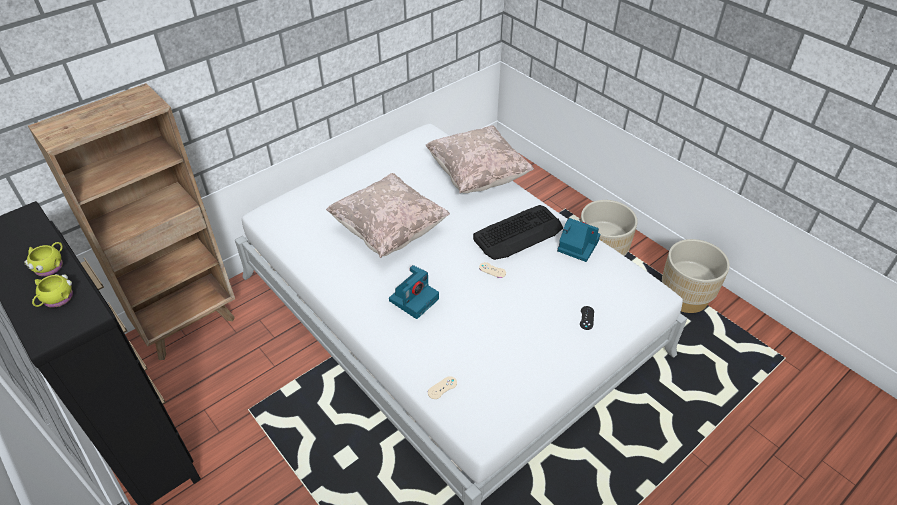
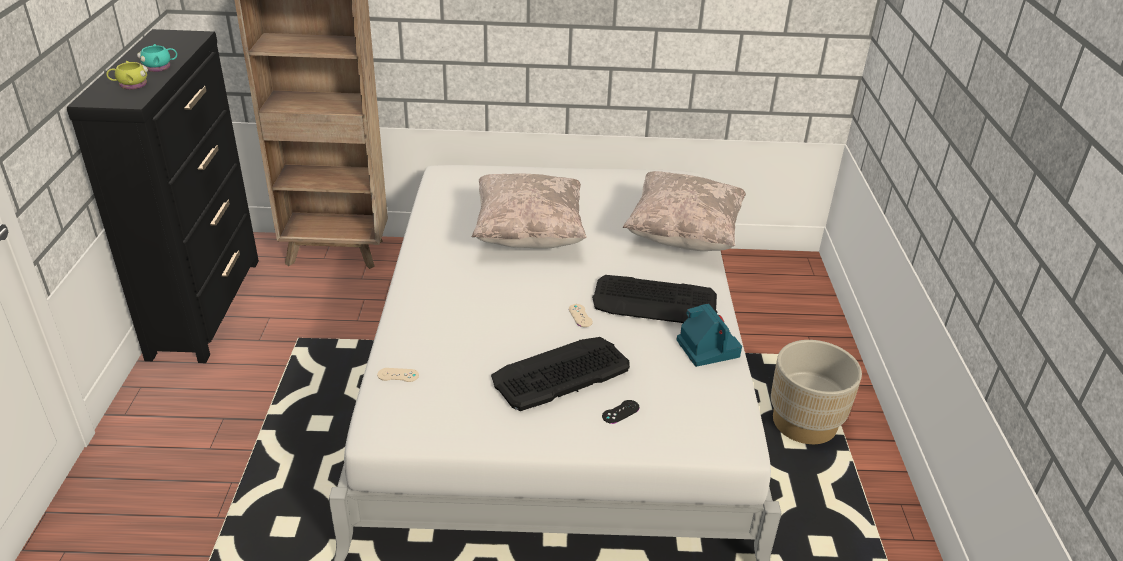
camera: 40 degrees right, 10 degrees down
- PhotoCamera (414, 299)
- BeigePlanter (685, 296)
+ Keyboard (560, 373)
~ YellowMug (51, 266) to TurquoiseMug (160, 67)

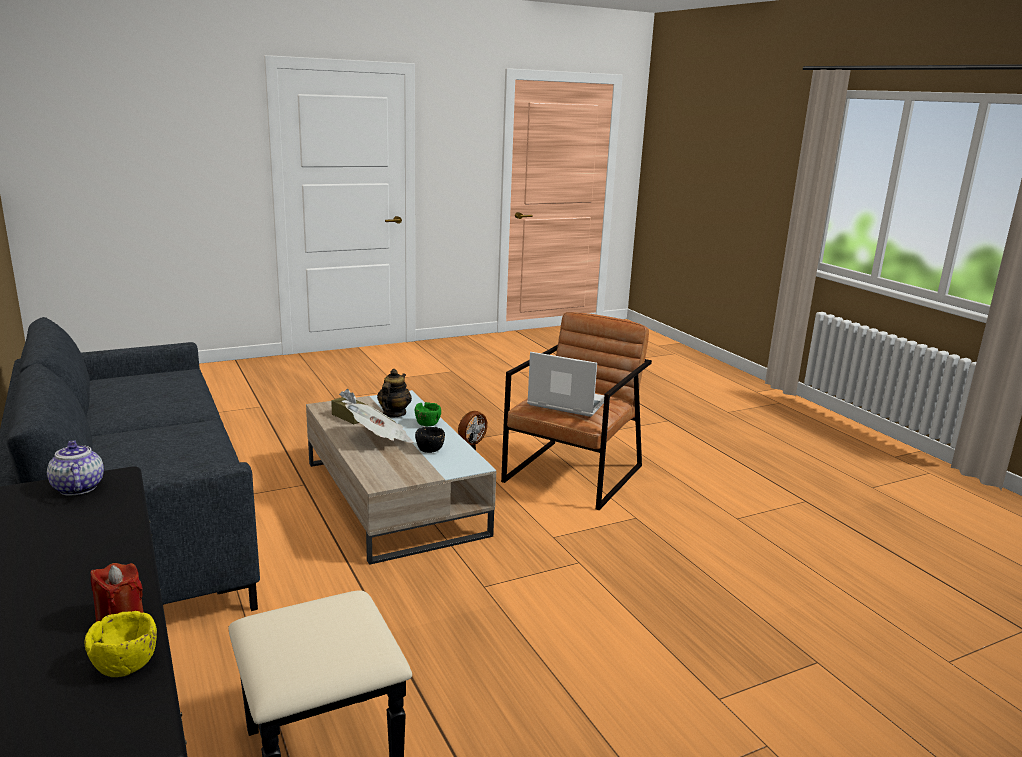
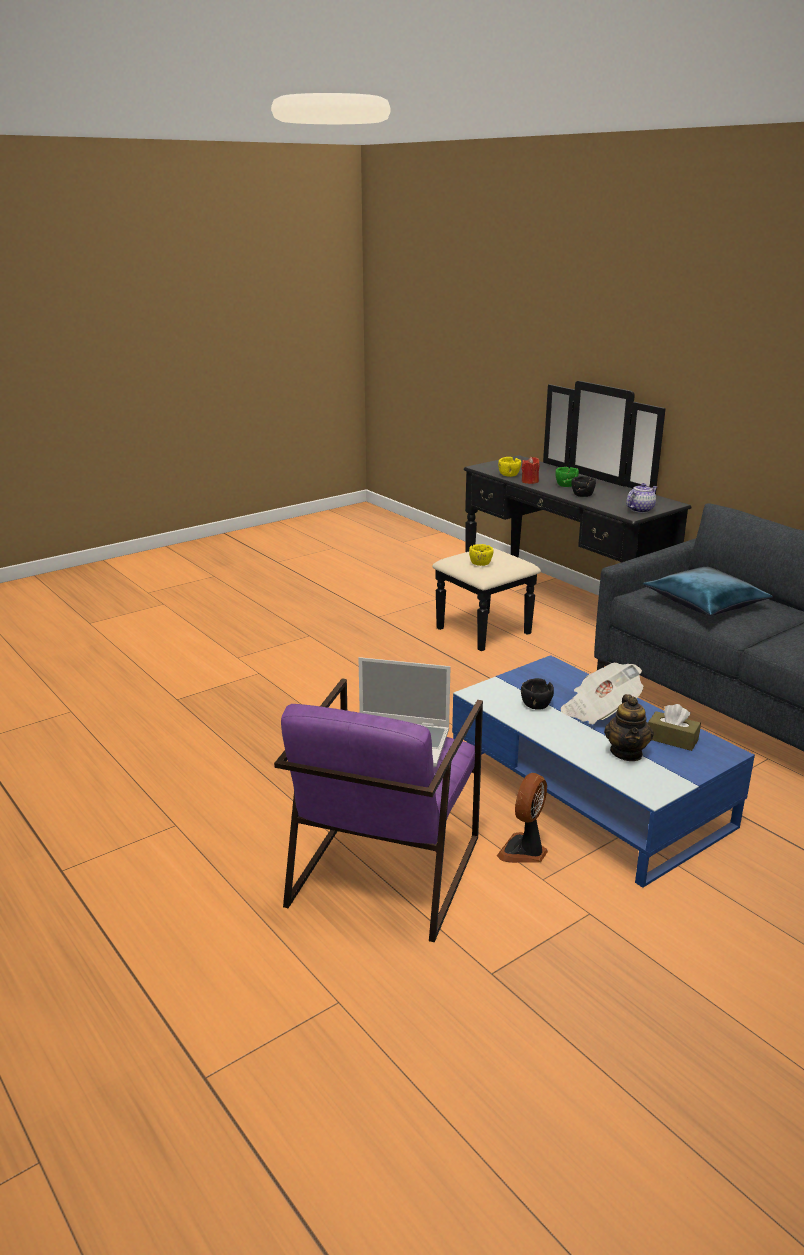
camera: 170 degrees right, 5 degrees up
+ YellowBowl (480, 564)
+ BlackBowl (582, 495)
+ BluePillow (706, 604)
~ GreenBowl (427, 424) to (566, 485)
~ BeigeCoffeeTable (394, 497) to BlueCoffeeTable (588, 792)
~ BrownArmchair (574, 473) to PurpleArmchair (384, 870)
~ Teapot (77, 487) = (640, 510) 90 degrees counterclockwise

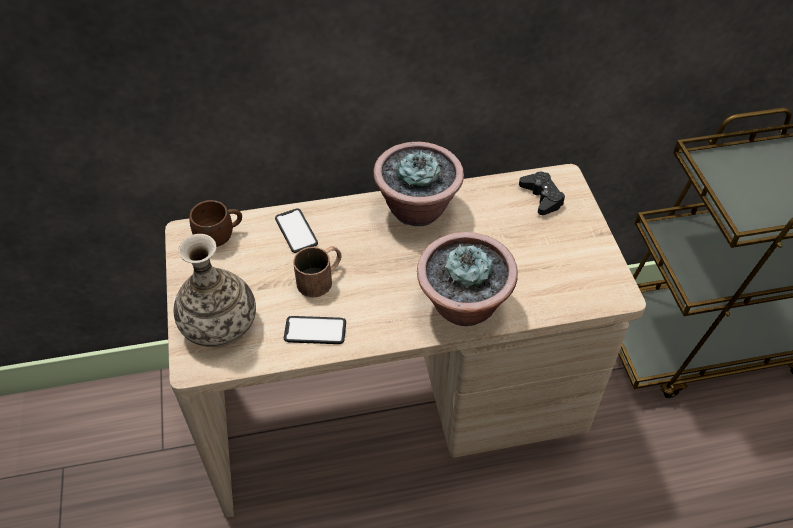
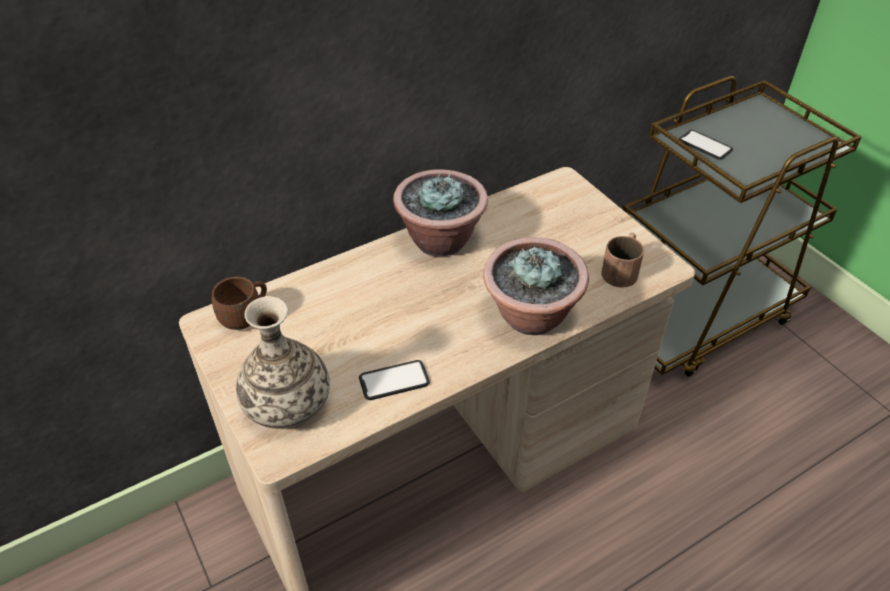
camera: 20 degrees left, 5 degrees down
- BlackGameController (542, 197)
~ Phone (296, 231) to (705, 145)
~ BrownMug (321, 278) to (622, 268)

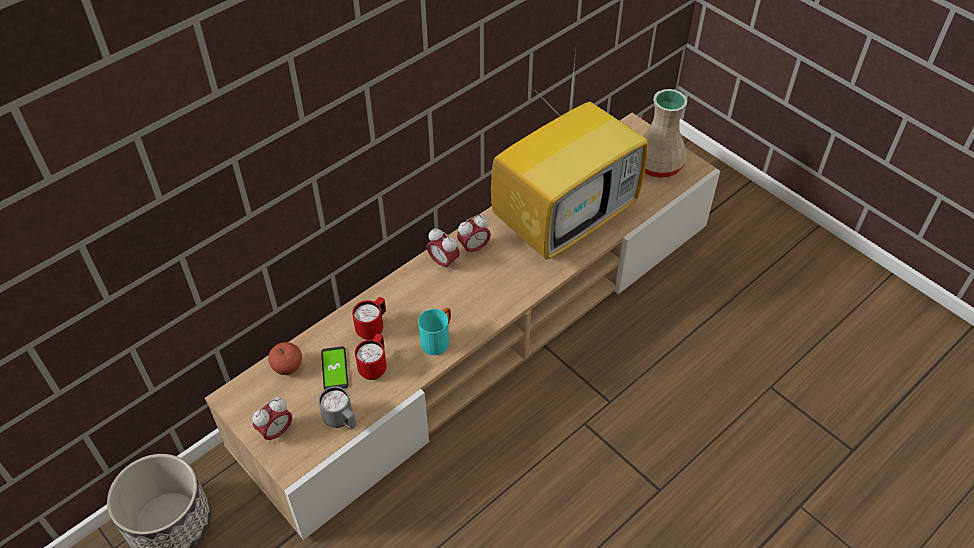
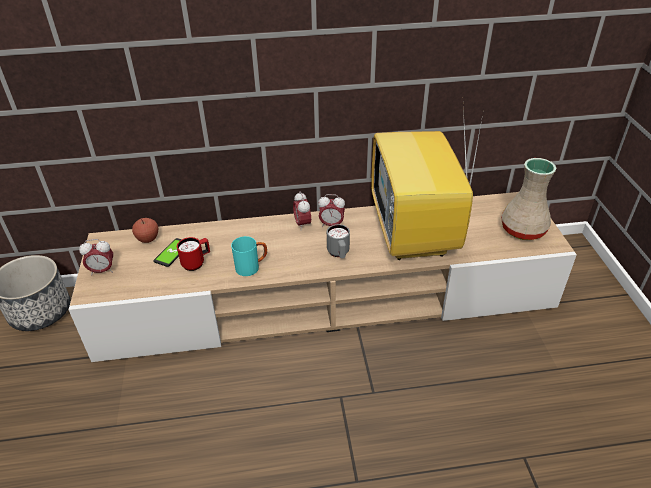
camera: 35 degrees right, 10 degrees down
- RedMug (372, 327)
~ GreyMug (341, 421) to (339, 254)
~ Television (565, 218) = (415, 234) 90 degrees clockwise

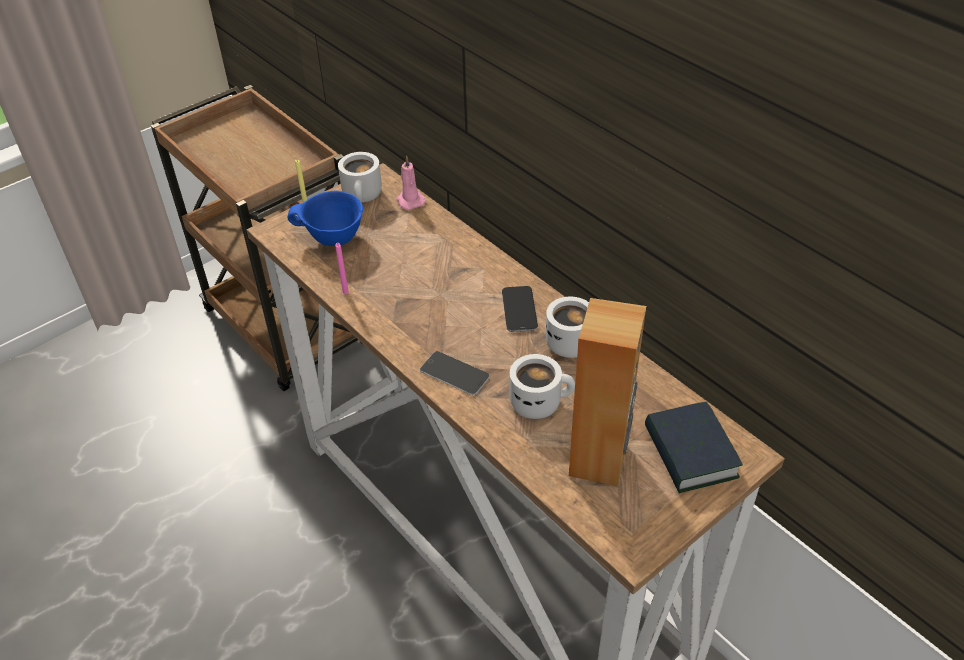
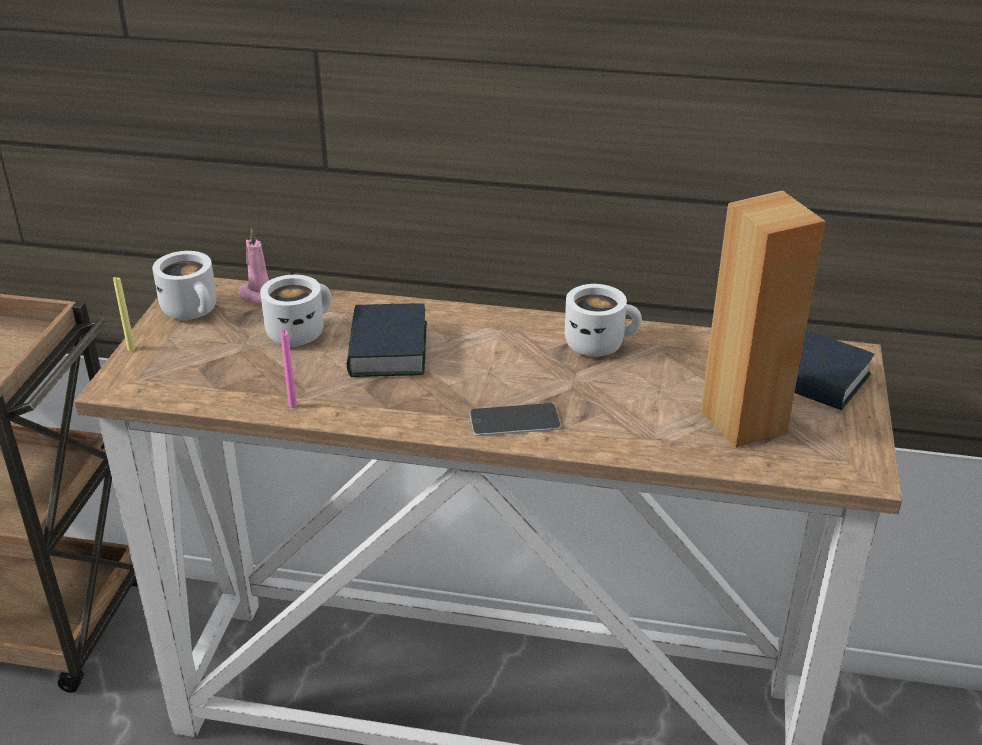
camera: 40 degrees left, 10 degrees down
- BlueBowl (333, 239)
- Phone (519, 310)
+ Book (387, 350)
~ WhiteMug (539, 401) to (298, 331)

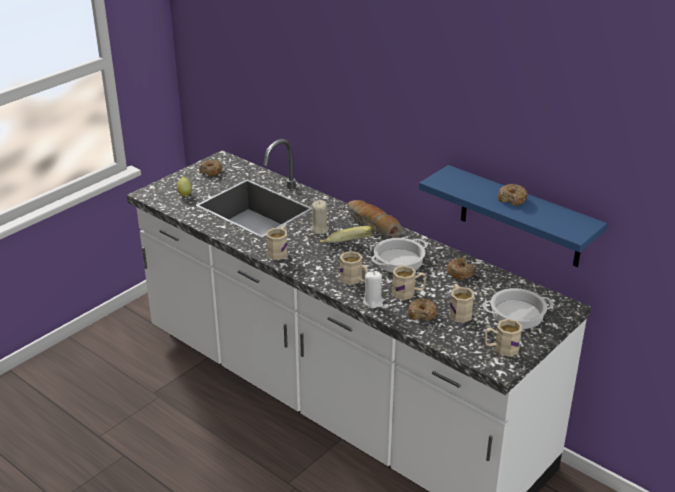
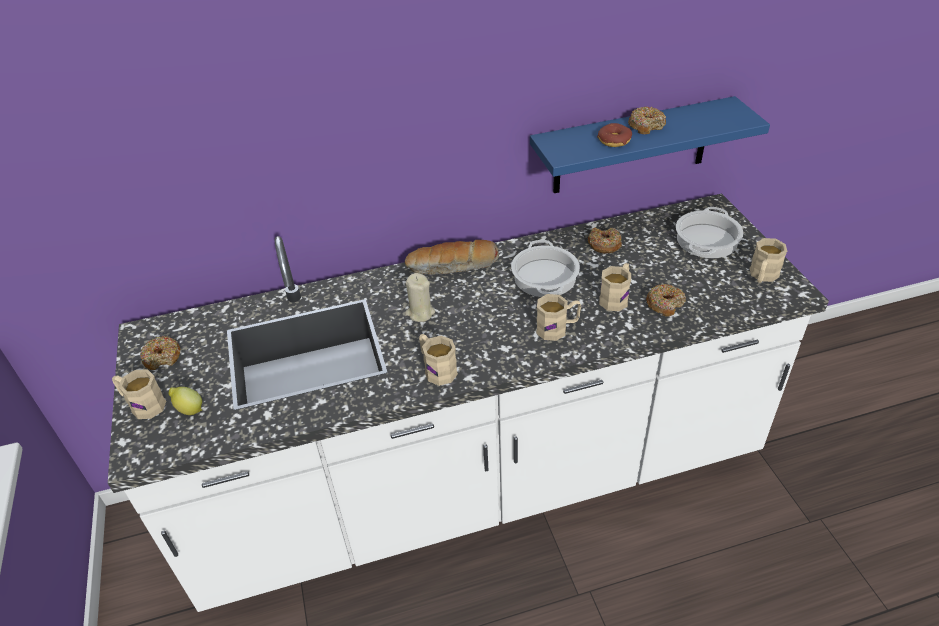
camera: 55 degrees left, 10 degrees up
- Banana (346, 247)
- WhiteCandle (373, 302)
+ Donut (614, 140)
~ BeigeMug (459, 312) to (143, 404)

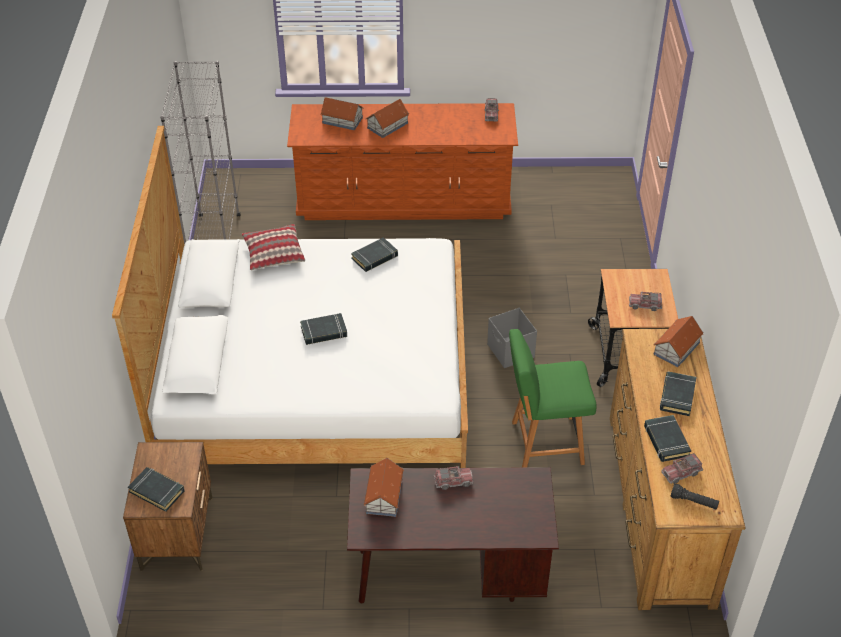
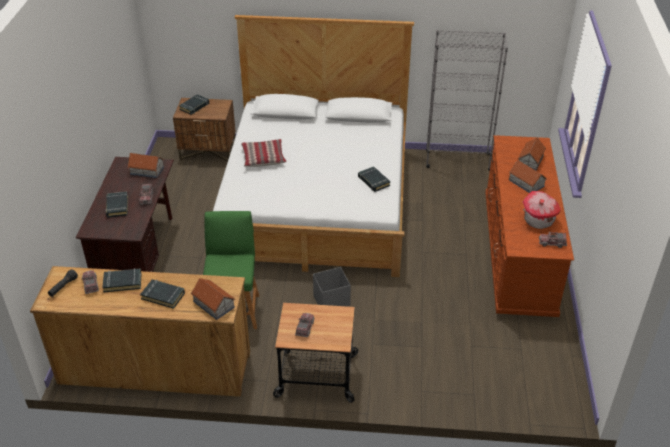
camera: 95 degrees right, 5 degrees down
+ ToyHouse (538, 220)
~ Pillow (273, 254) to (263, 158)
~ BlackBook (324, 332) to (117, 206)

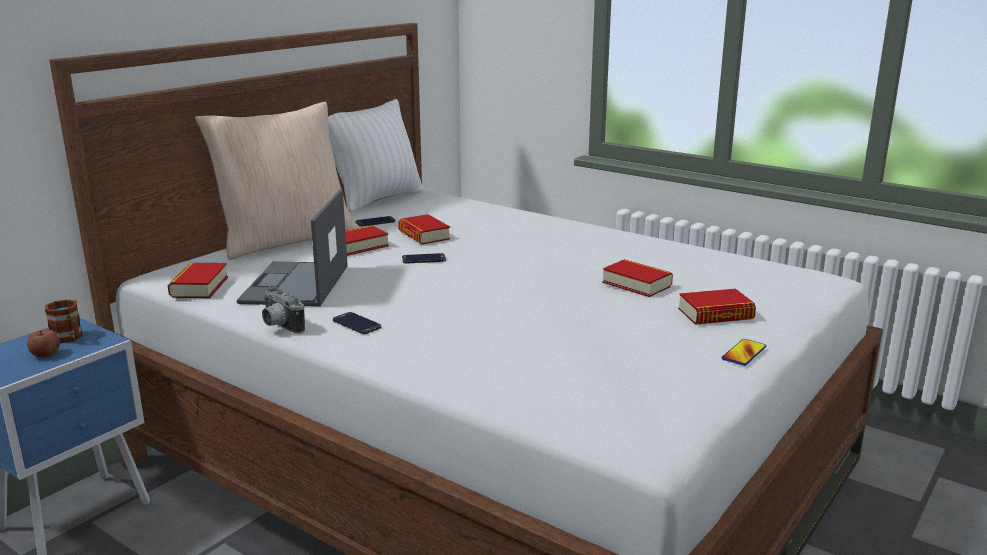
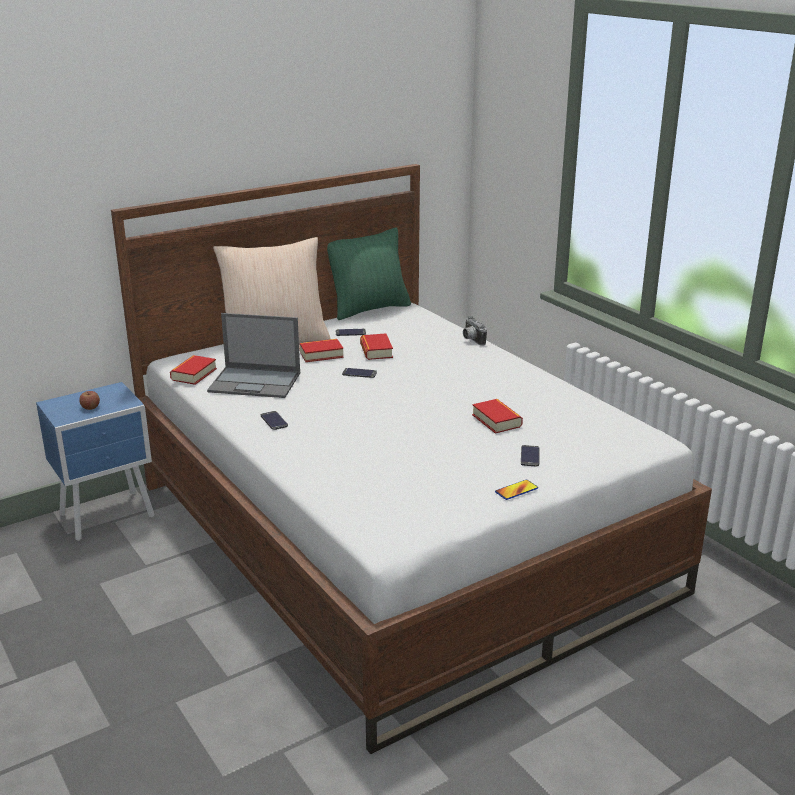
camera: 20 degrees right, 5 degrees up
- Mug (70, 338)
~ PhotoCamera (279, 326) to (471, 340)
~ Book (715, 314) to Phone (530, 456)
~ WhitePillow (377, 199) to GreenPillow (369, 309)
~ Laptop (295, 285) = (256, 382) 105 degrees counterclockwise

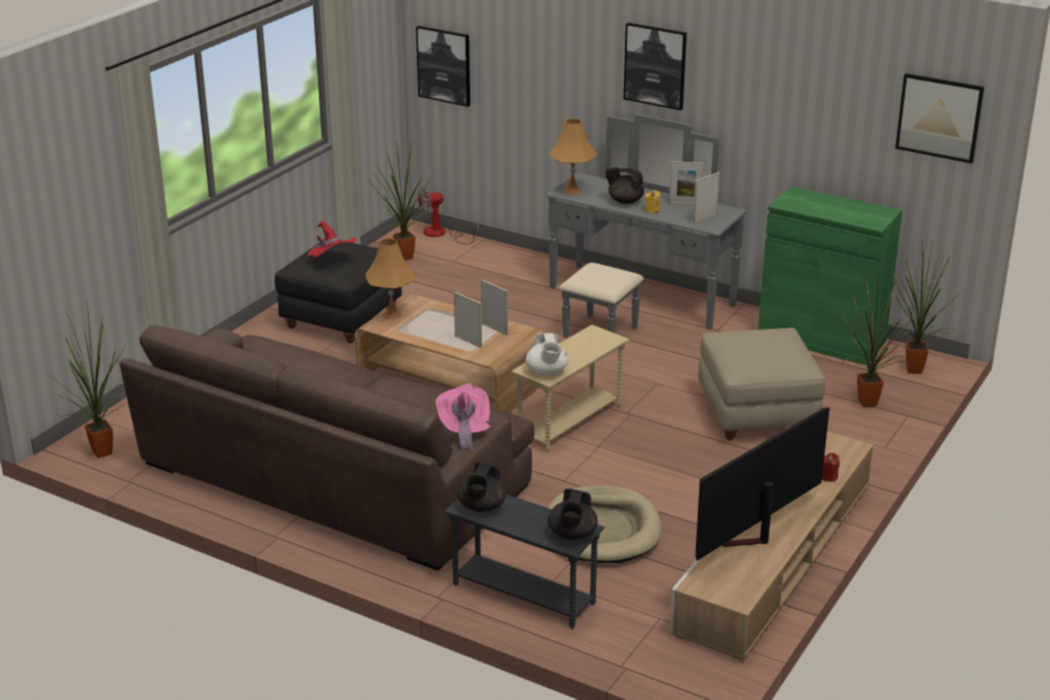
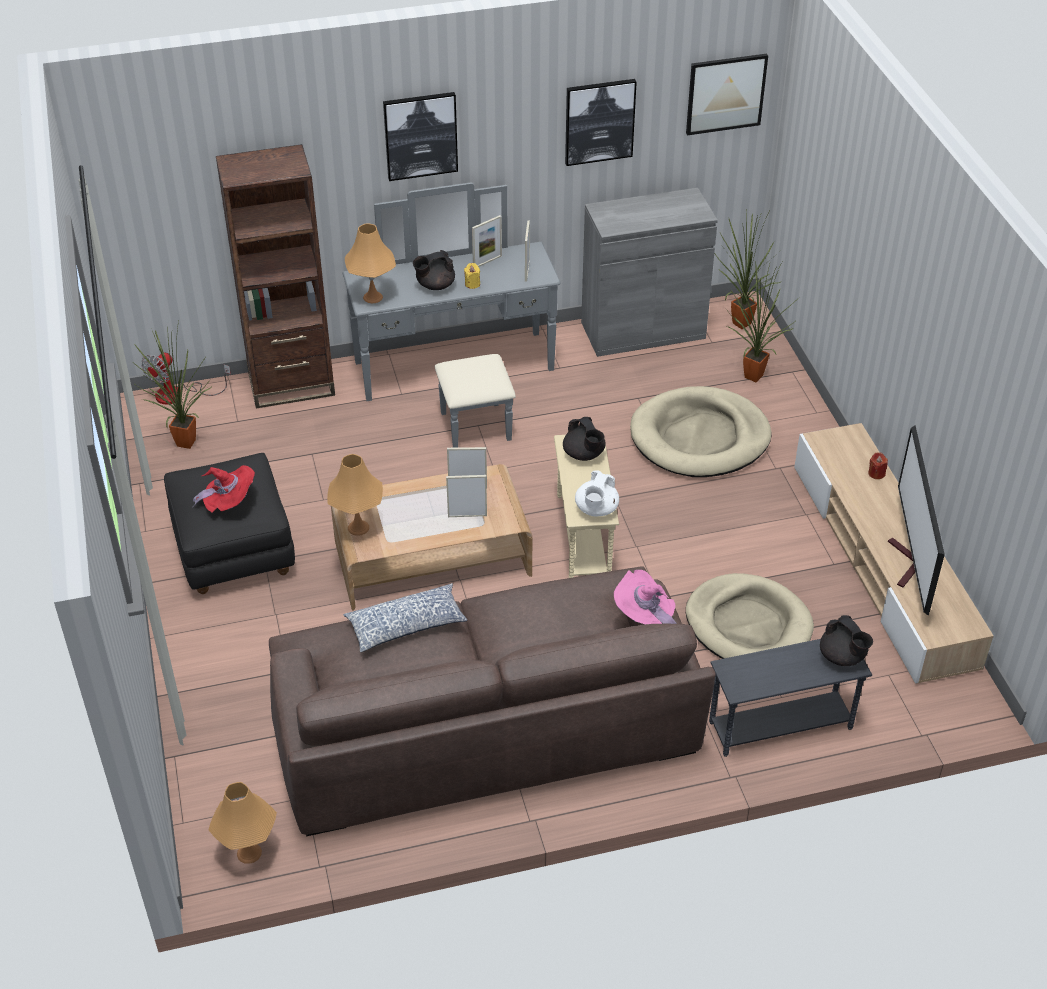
camera: 45 degrees left, 15 degrees up
+ BrownBookcase (291, 385)
+ Pillow (407, 626)
~ Picture (444, 65) to (599, 121)
~ BlackTeapot (481, 507) to (584, 454)
~ PottedPlant (106, 452) to OrangeTableLamp (249, 852)
~ BeigeOttoman (757, 415) to BeigeDogBed (700, 437)
~ GreenCabinet (821, 339) to GreyCabinet (643, 330)
~ WhiteTeapot (547, 372) = (596, 510) 75 degrees clockwise

